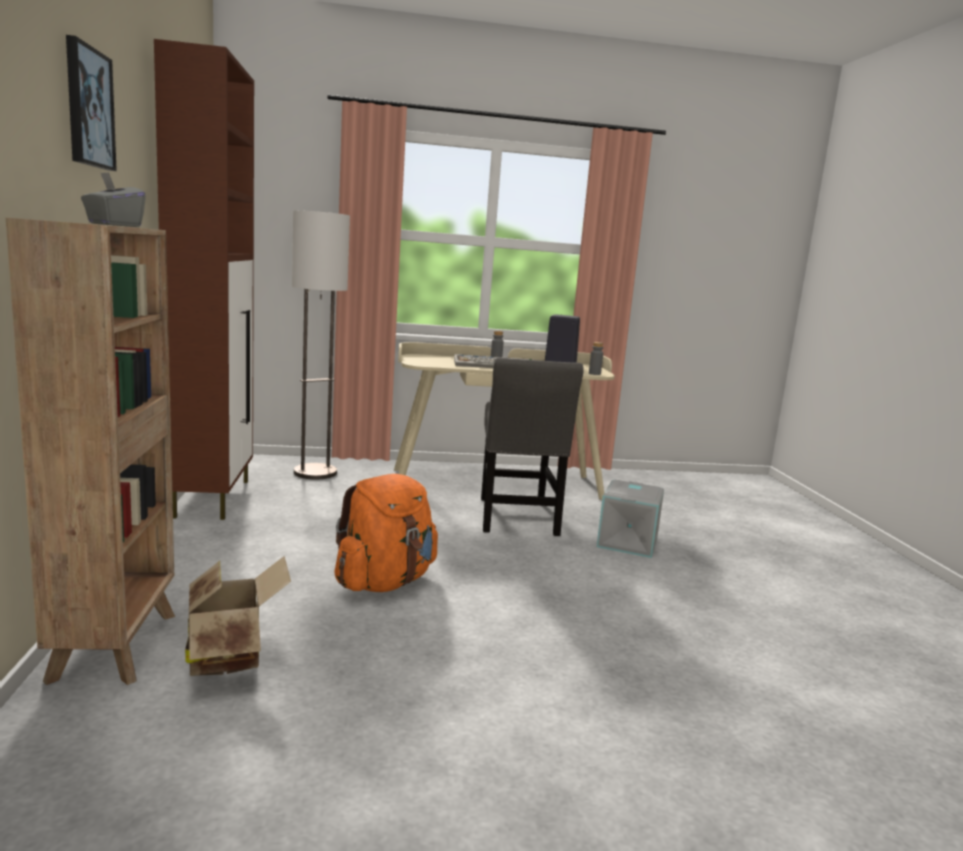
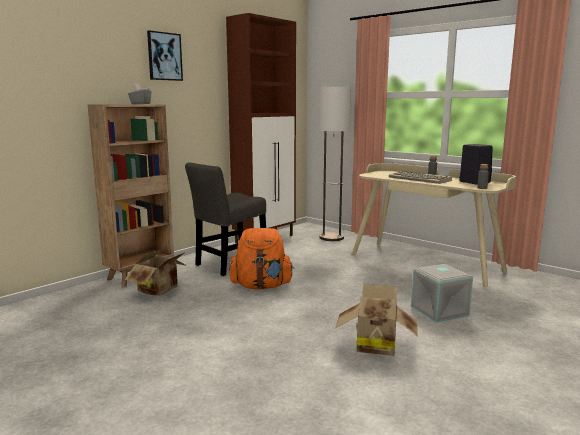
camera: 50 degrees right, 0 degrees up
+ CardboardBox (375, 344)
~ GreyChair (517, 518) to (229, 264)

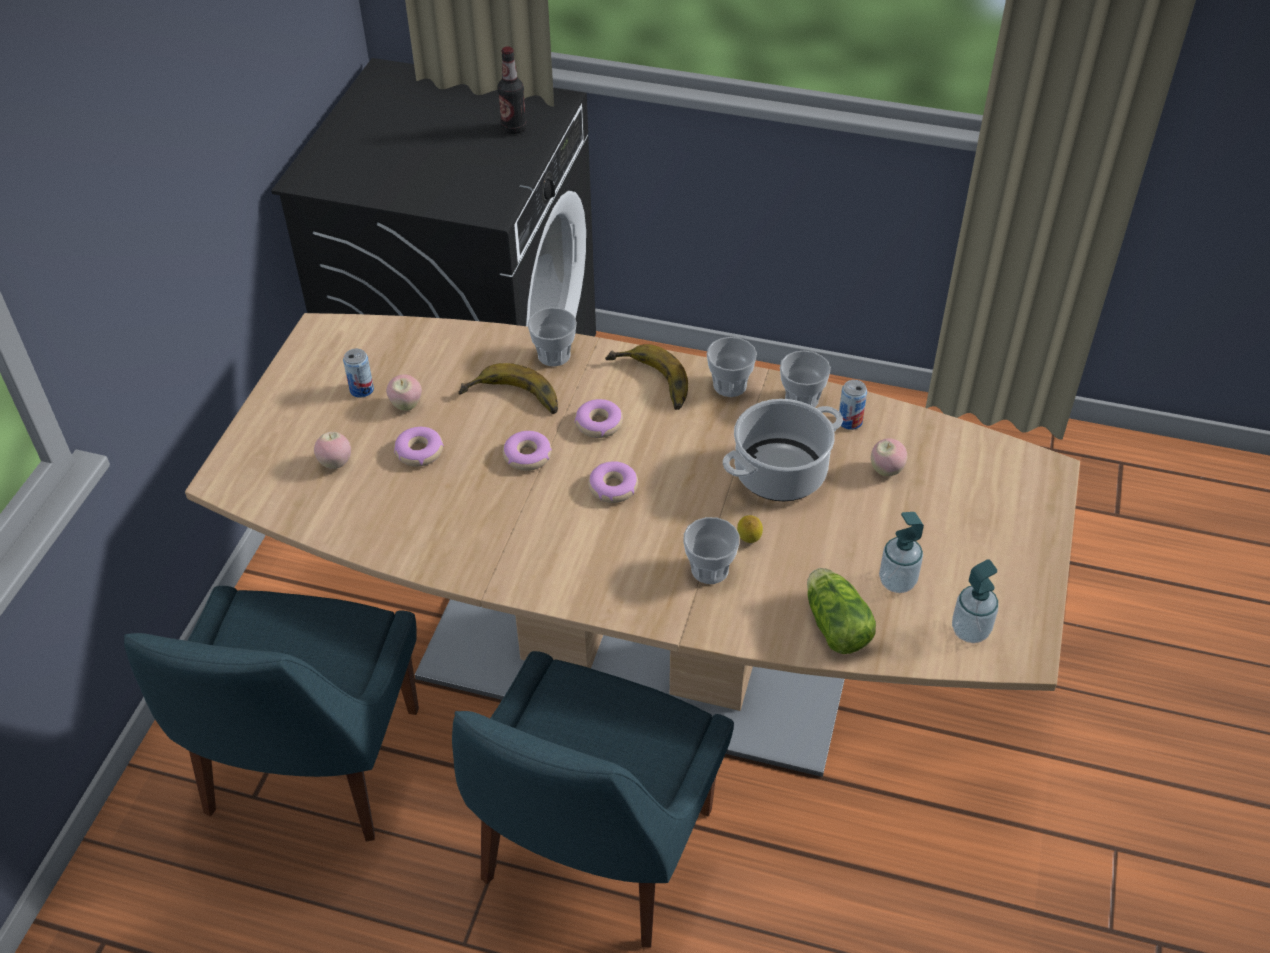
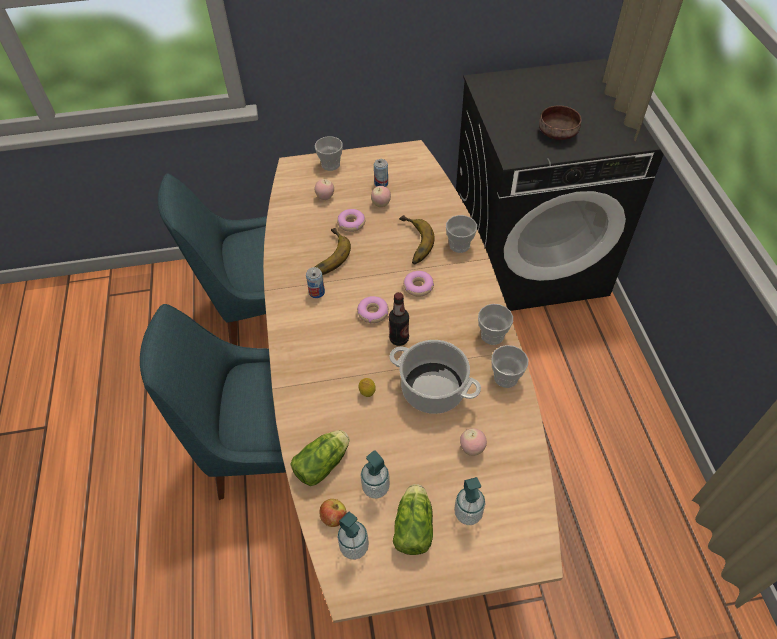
camera: 65 degrees right, 5 degrees up
- Donut (528, 456)
+ Apple (333, 517)
+ Lettuce (414, 525)
+ SoapDispenser (468, 513)
+ BrownBowl (558, 132)
~ Bottle (514, 128) to (399, 339)
~ Banana (648, 384) to (325, 256)
~ Cup (710, 569) to (330, 164)
~ Can (850, 421) to (316, 292)

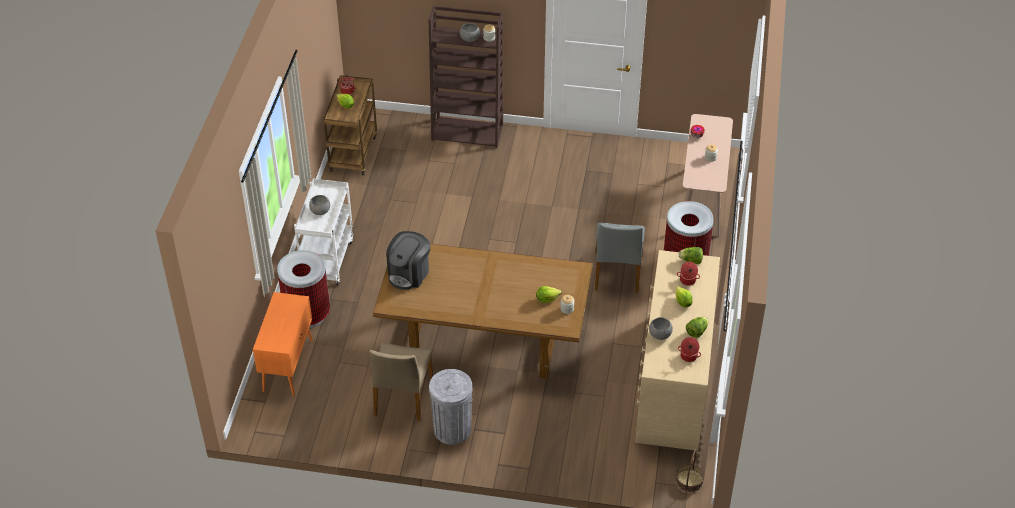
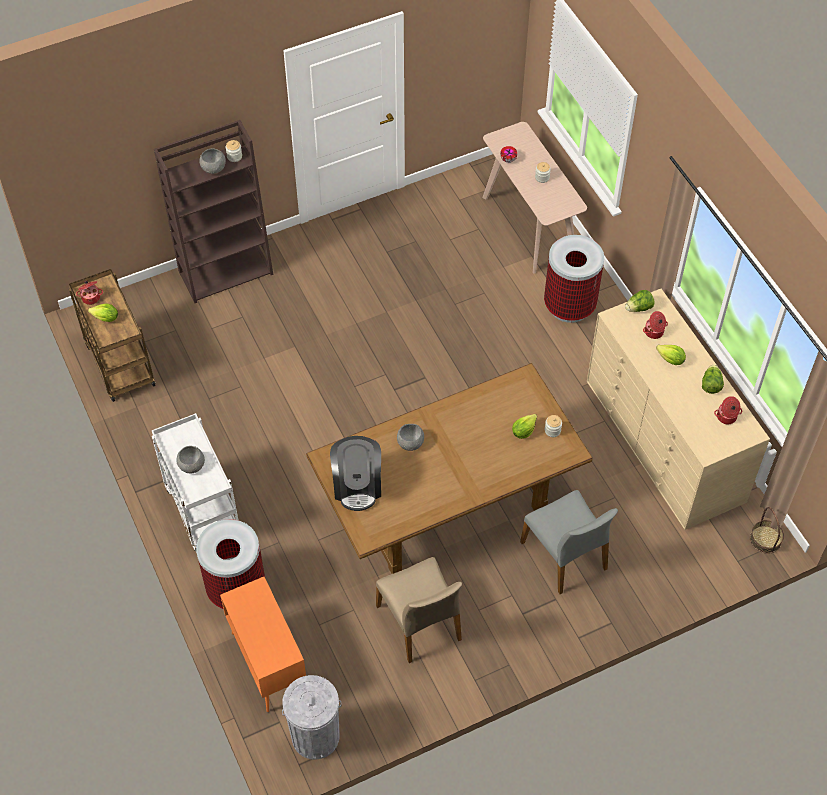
camera: 35 degrees left, 10 degrees up
~ GreyTrashCan (452, 429) to (315, 736)
~ GreyChair (617, 272) to (565, 555)
~ GreyBowl (660, 334) to (410, 443)

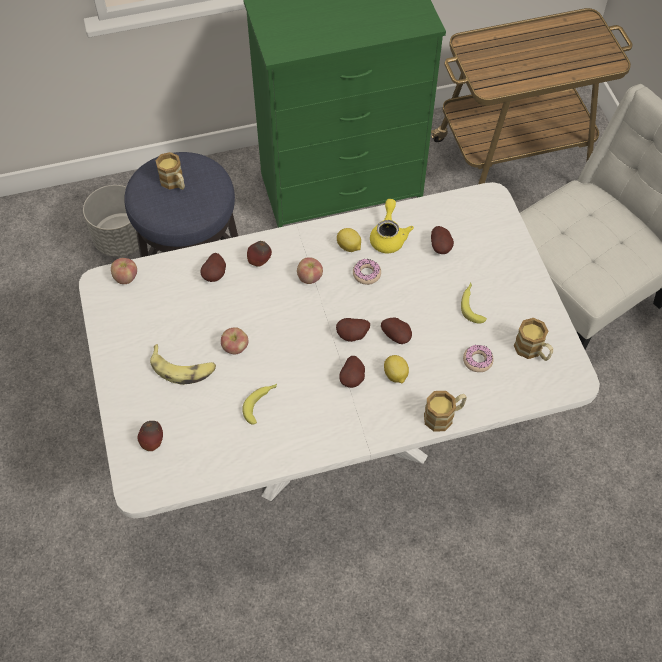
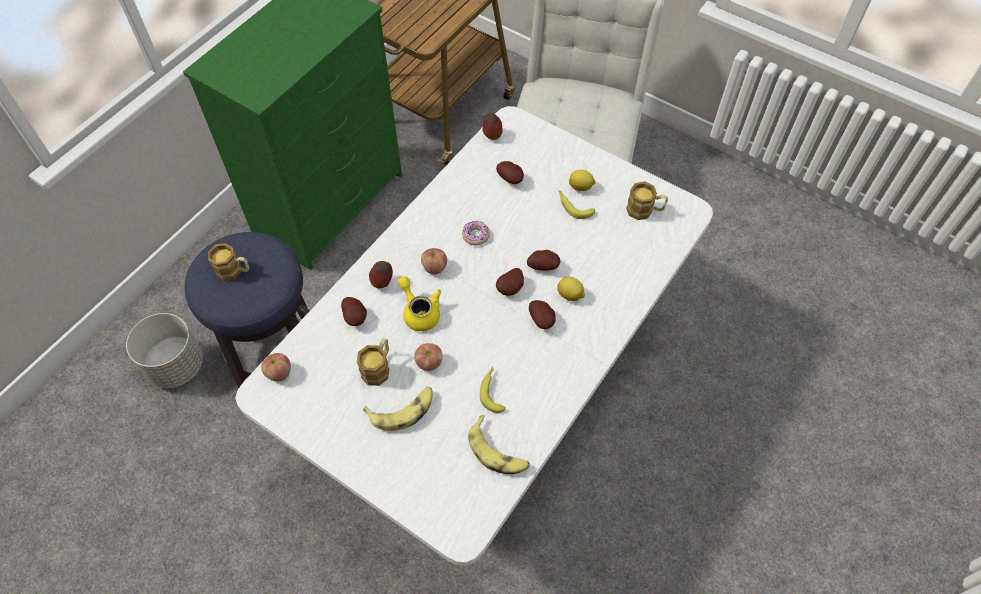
camera: 40 degrees left, 0 degrees up
- Donut (477, 360)
+ Banana (498, 452)
~ Apple (153, 442) to (492, 135)
~ Lemon (349, 247) to (581, 187)
~ YellowTeapot (388, 236) to (419, 312)
~ Mug (444, 416) to (378, 367)

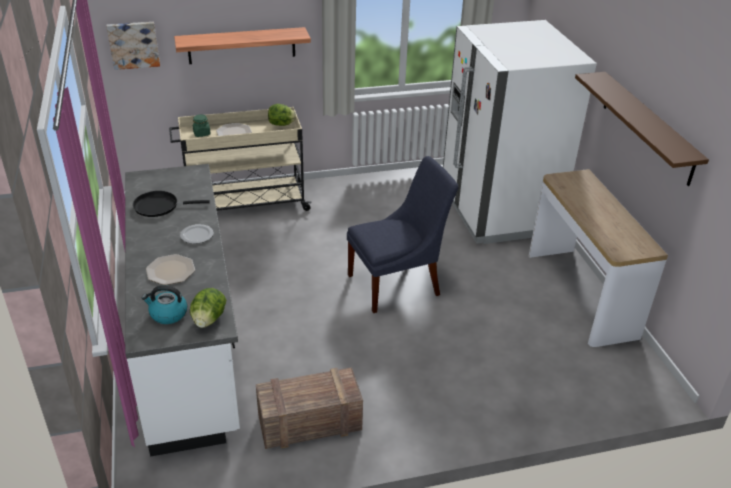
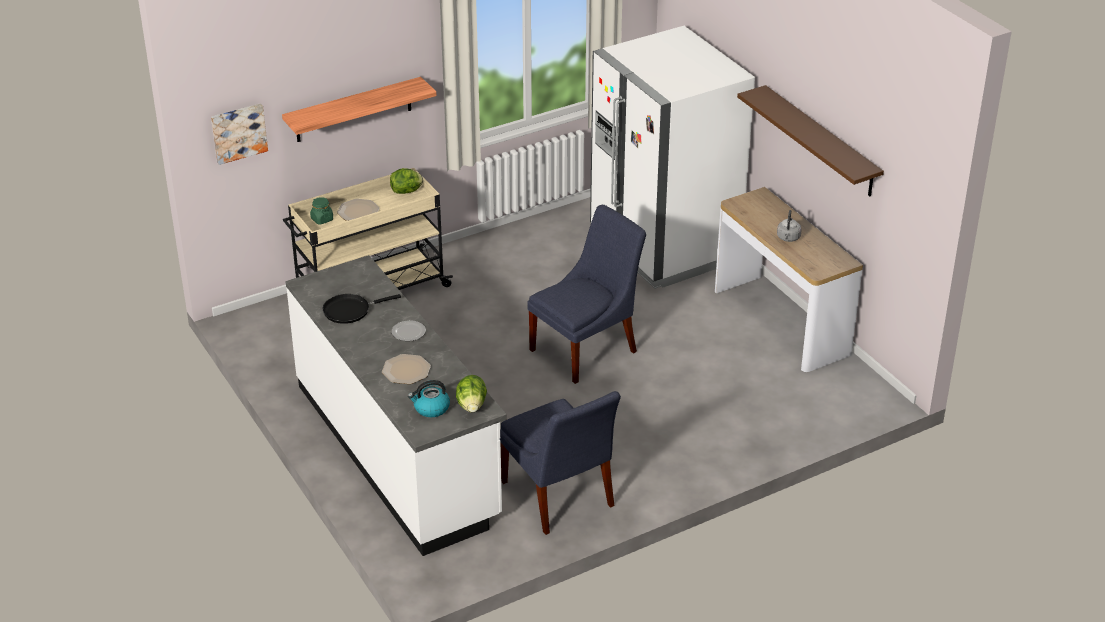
camera: 15 degrees left, 0 degrees up
+ GreyKettle (788, 238)
~ Crate (308, 423) to BlueChair (559, 497)

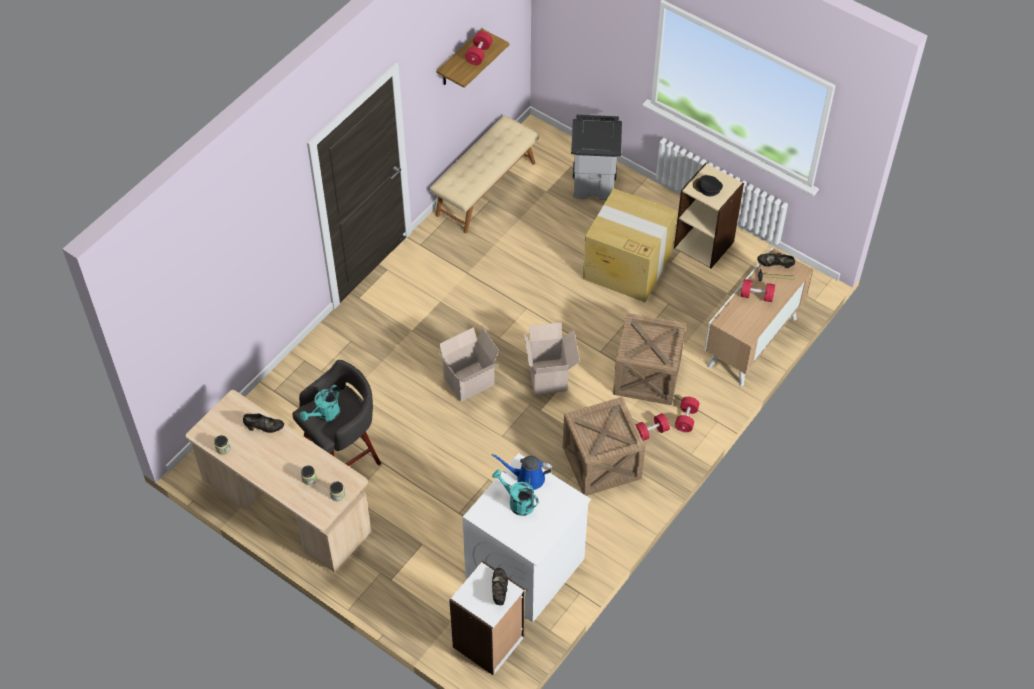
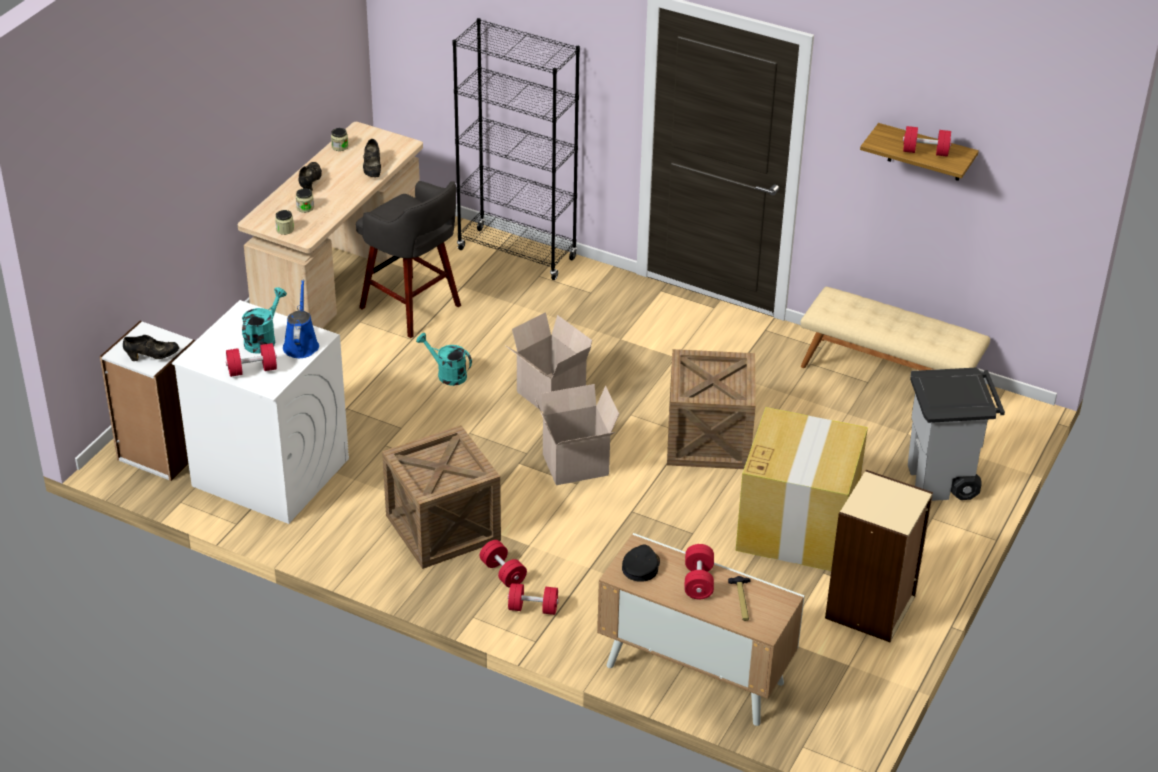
camera: 80 degrees right, 15 degrees down
+ RedDumbbell (252, 370)
+ BlackBookcase (517, 254)
~ TurquoiseWateringCan (324, 415) to (447, 374)
~ Crate (647, 376) to (708, 440)
~ BlackCap (707, 187) to (640, 566)
~ BlackShoe (775, 265) to (310, 183)

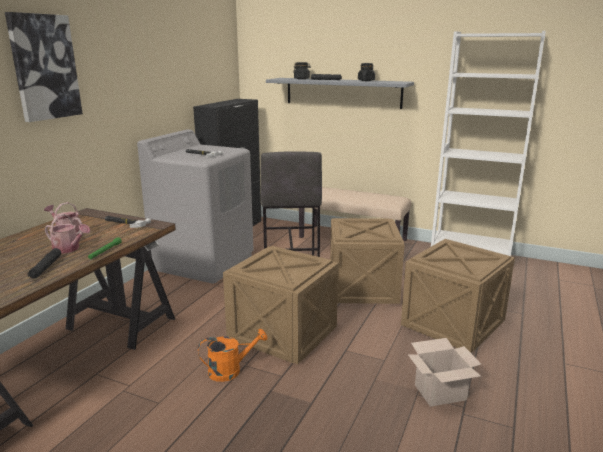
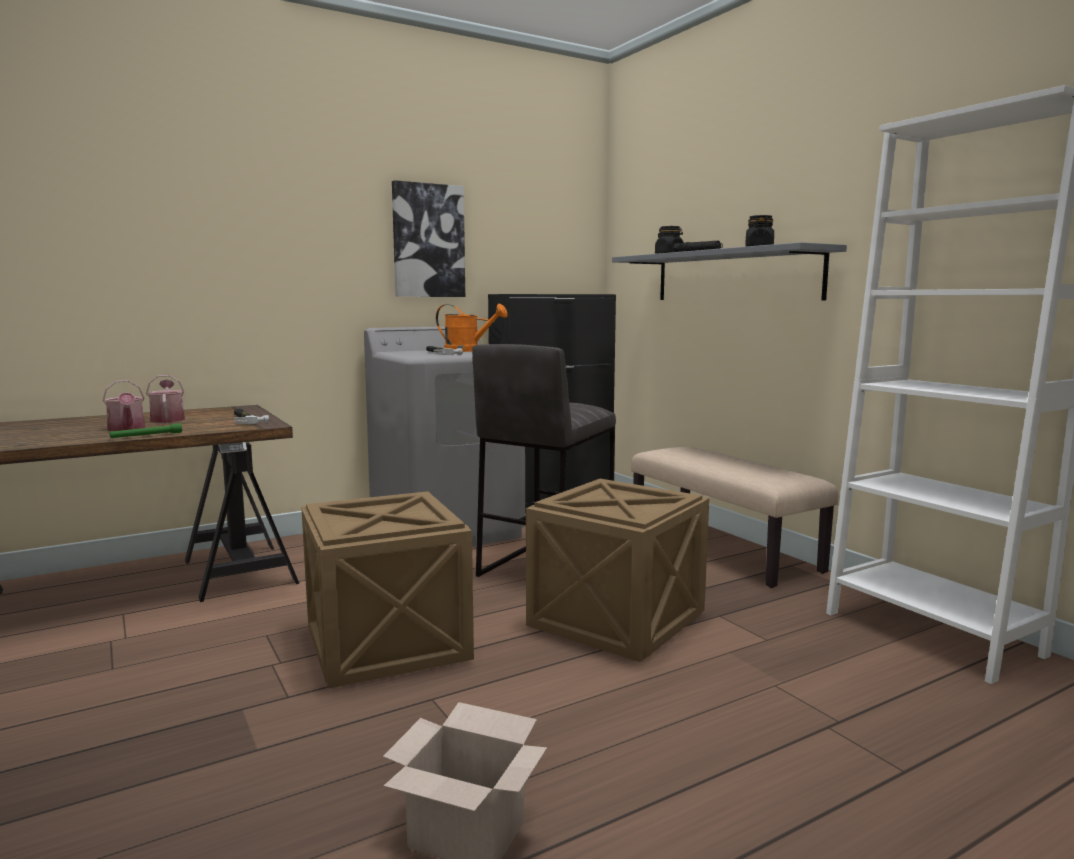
camera: 35 degrees right, 10 degrees down
- BlackFlashlight (46, 267)
- Crate (453, 323)
~ Picture (44, 67) to (428, 241)
~ OrangeWateringCan (230, 370) to (468, 351)

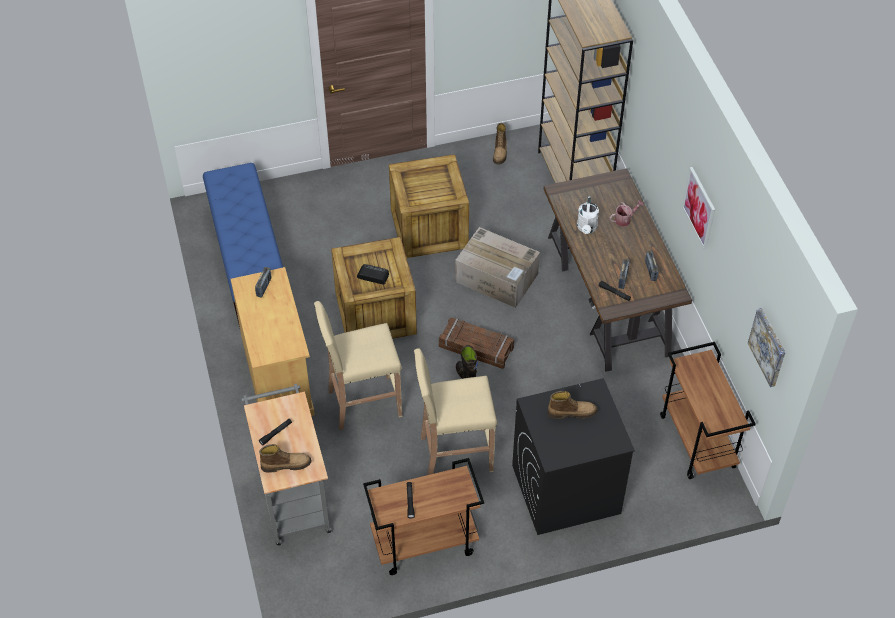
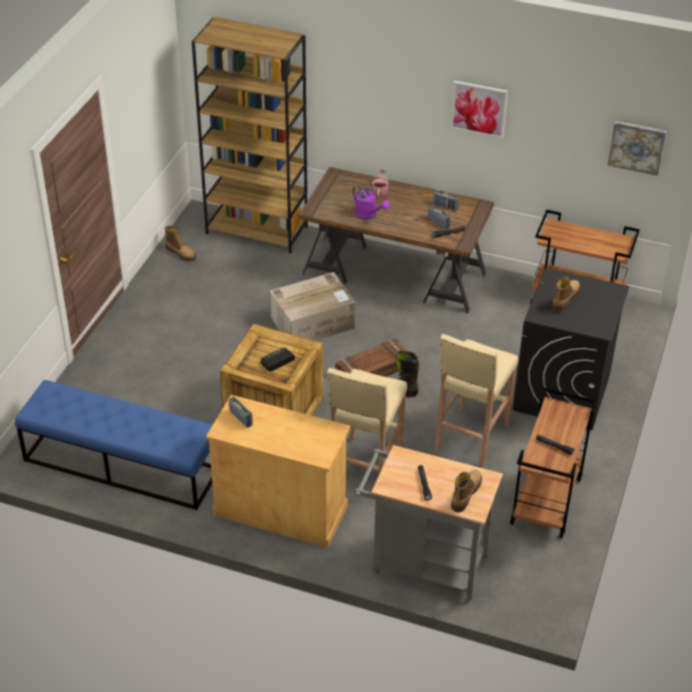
camera: 55 degrees left, 10 degrees down
- Crate (430, 227)
~ WhiteWateringCan (587, 228) to PurpleWateringCan (368, 215)

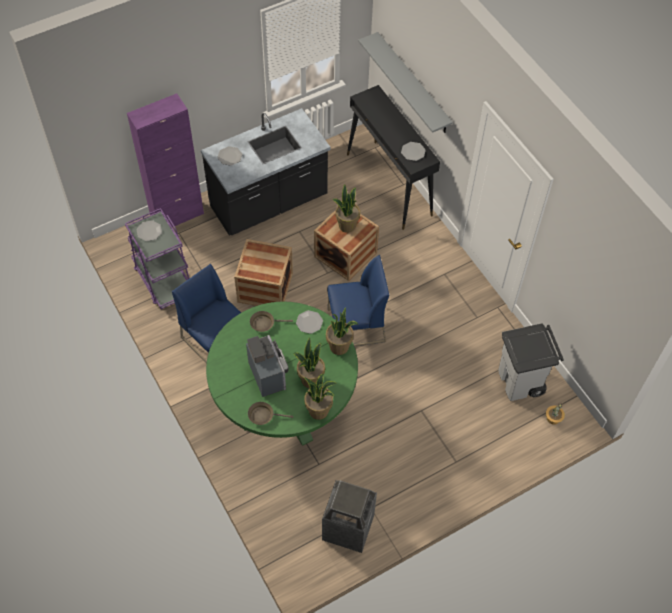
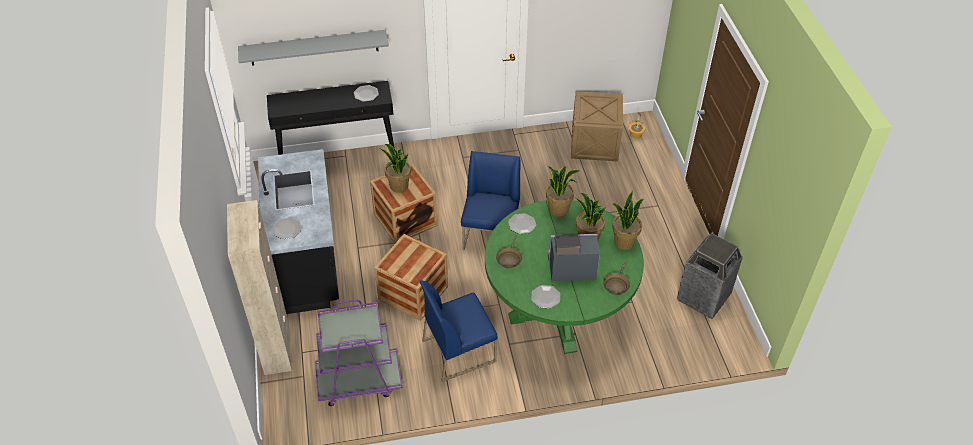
camera: 70 degrees left, 10 degrees down
~ Plate (149, 231) to (545, 297)
~ GreyTrashCan (521, 382) to Crate (594, 142)
~ PurpleCabinet (177, 216) to BeigeCabinet (277, 348)

